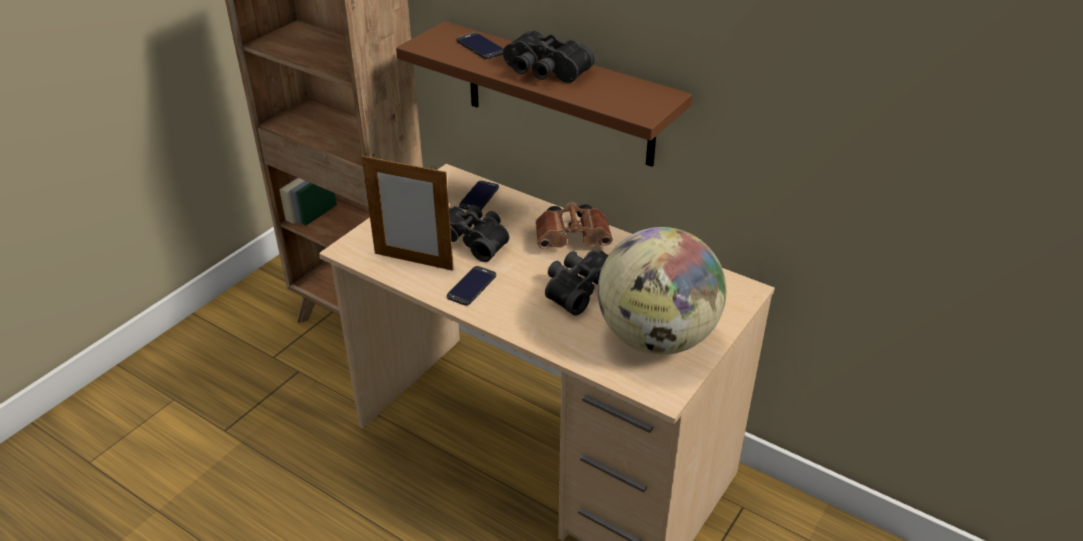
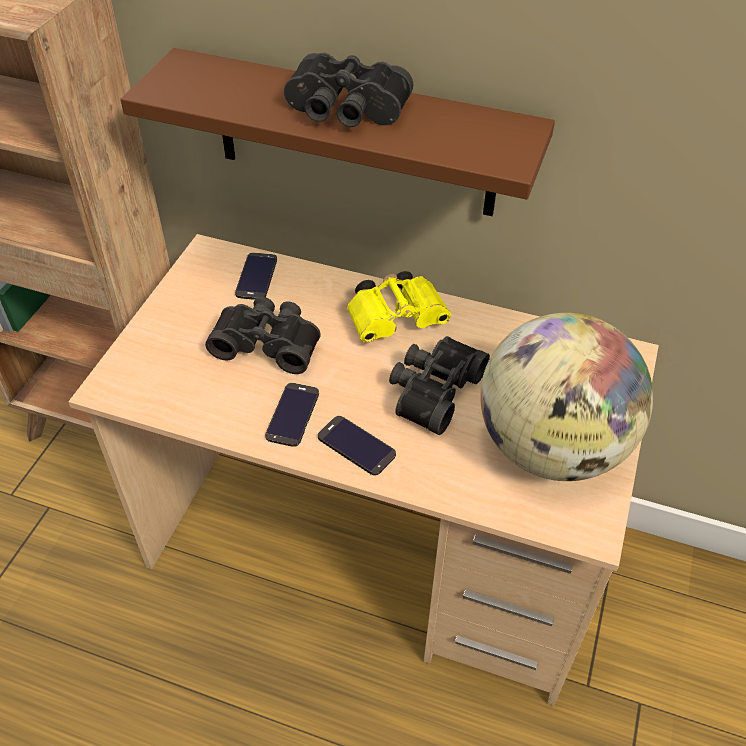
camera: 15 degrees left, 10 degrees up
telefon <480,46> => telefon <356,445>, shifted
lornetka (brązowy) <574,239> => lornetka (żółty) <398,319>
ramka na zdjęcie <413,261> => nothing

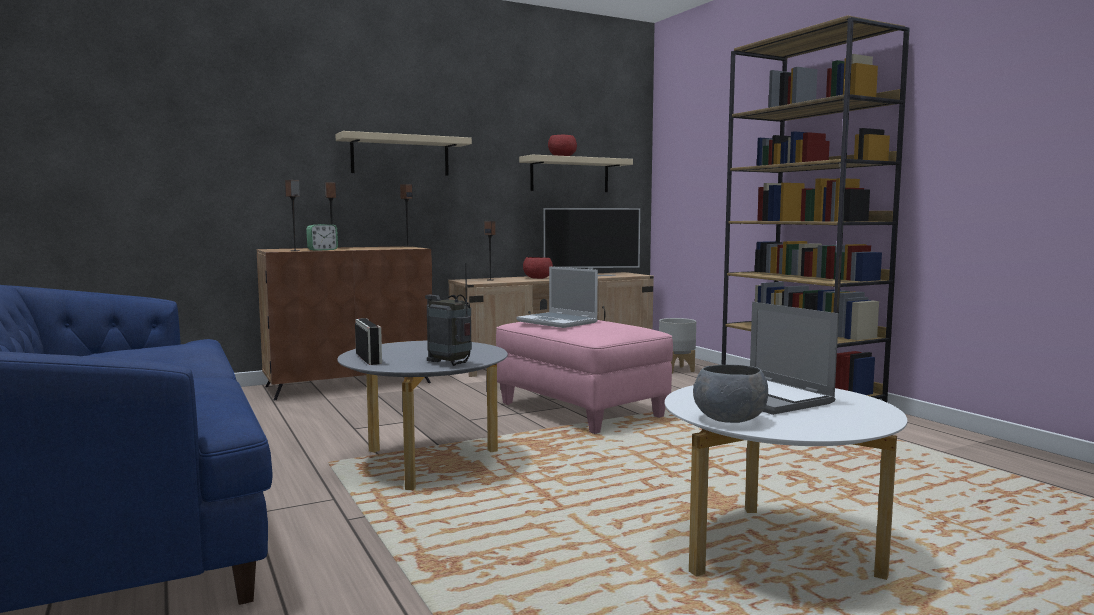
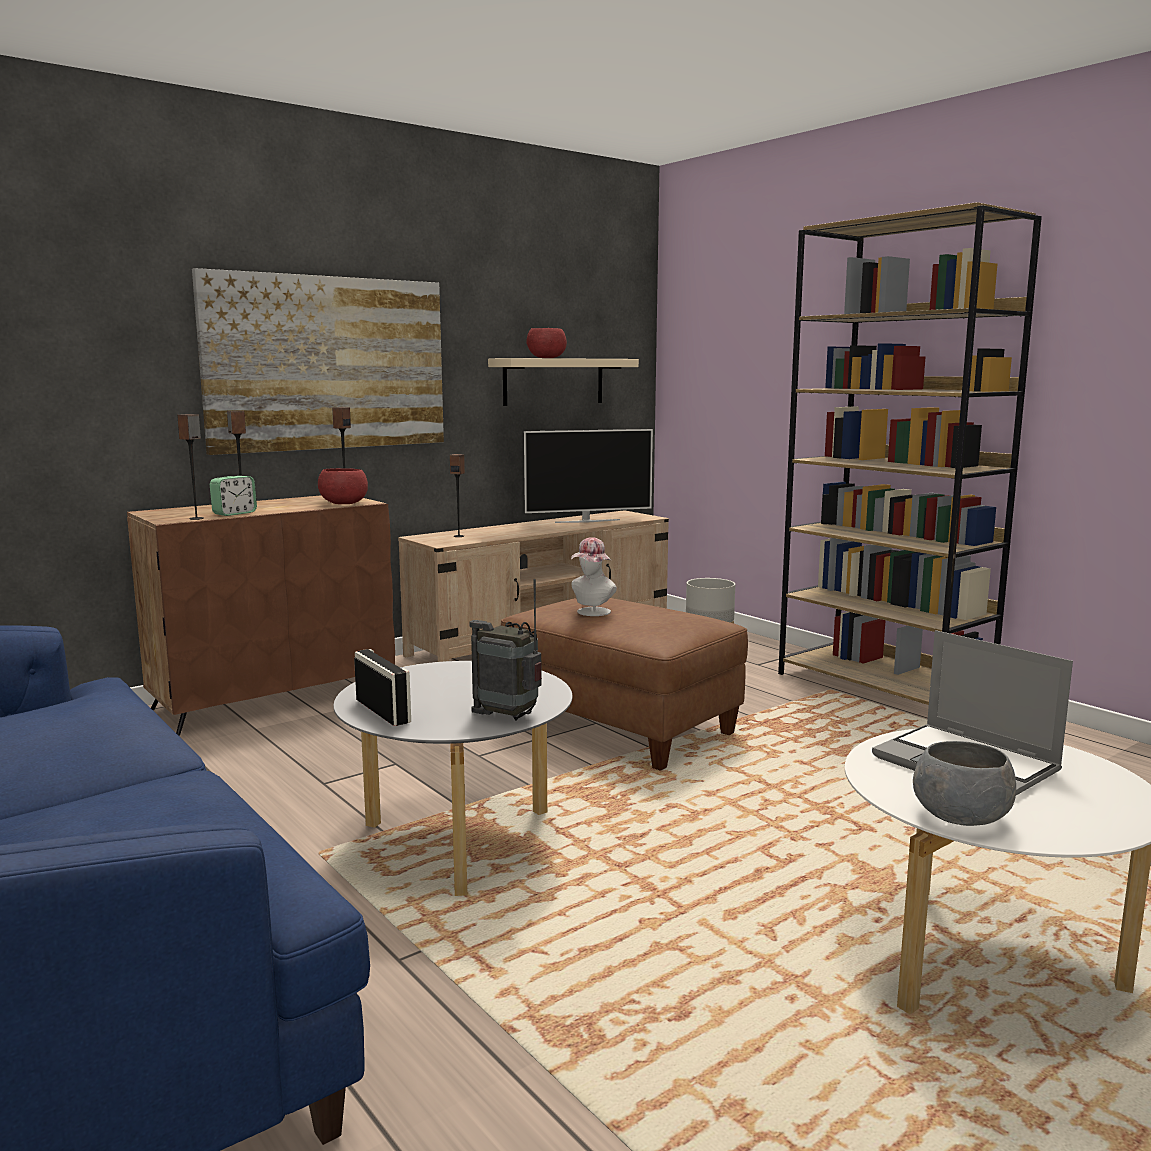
camera: 10 degrees left, 5 degrees up
półka (beżowy) <400,155> => obraz <327,363>
miska (czerwony) <538,278> => miska (czerwony) <345,503>, shifted
pufa (różowy) <582,411> => pufa (brązowy) <622,728>
laptop <558,322> => kapelusz <591,613>

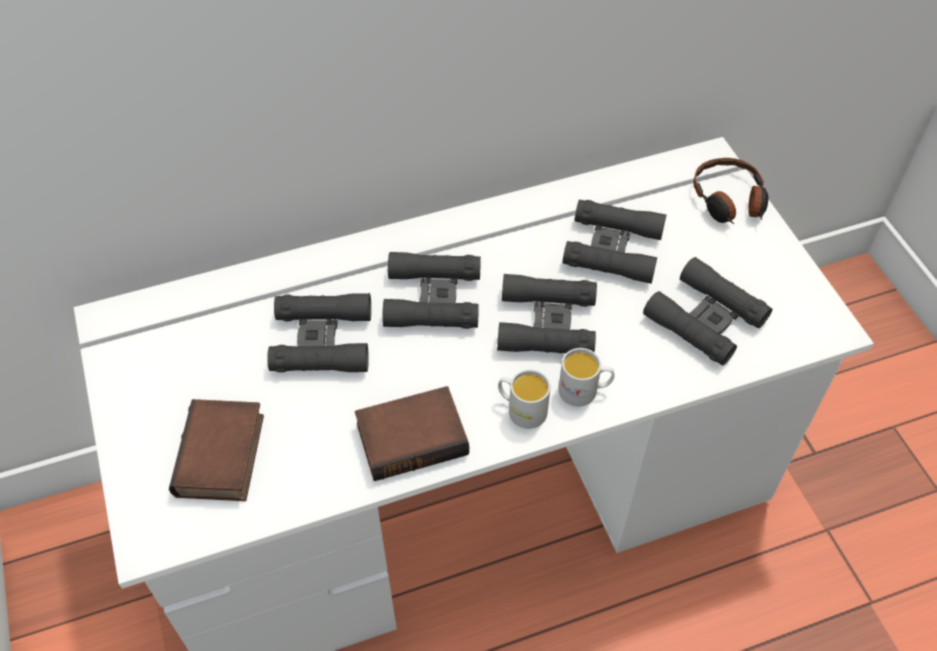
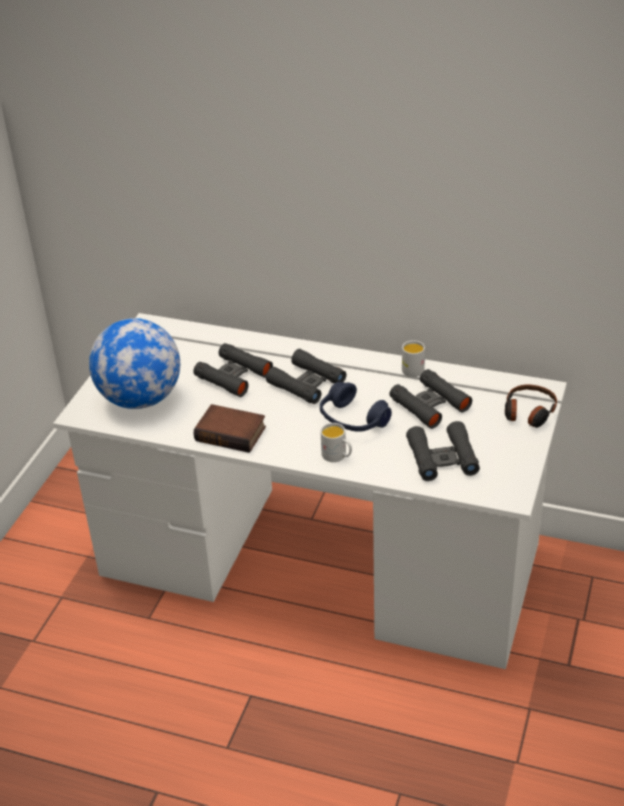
camera: 40 degrees right, 15 degrees down
książka <223,457> => globus <141,399>
lornetka (czarny) <546,323> => słuchawki (niebieski) <352,420>
kubek (biały) <521,409> => kubek (biały) <411,368>, shifted

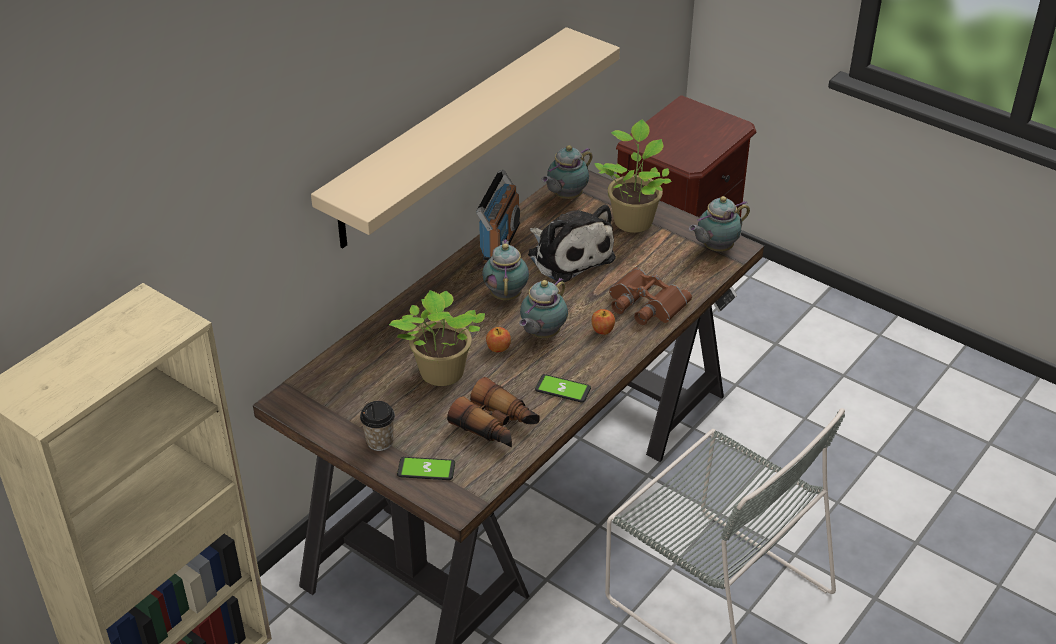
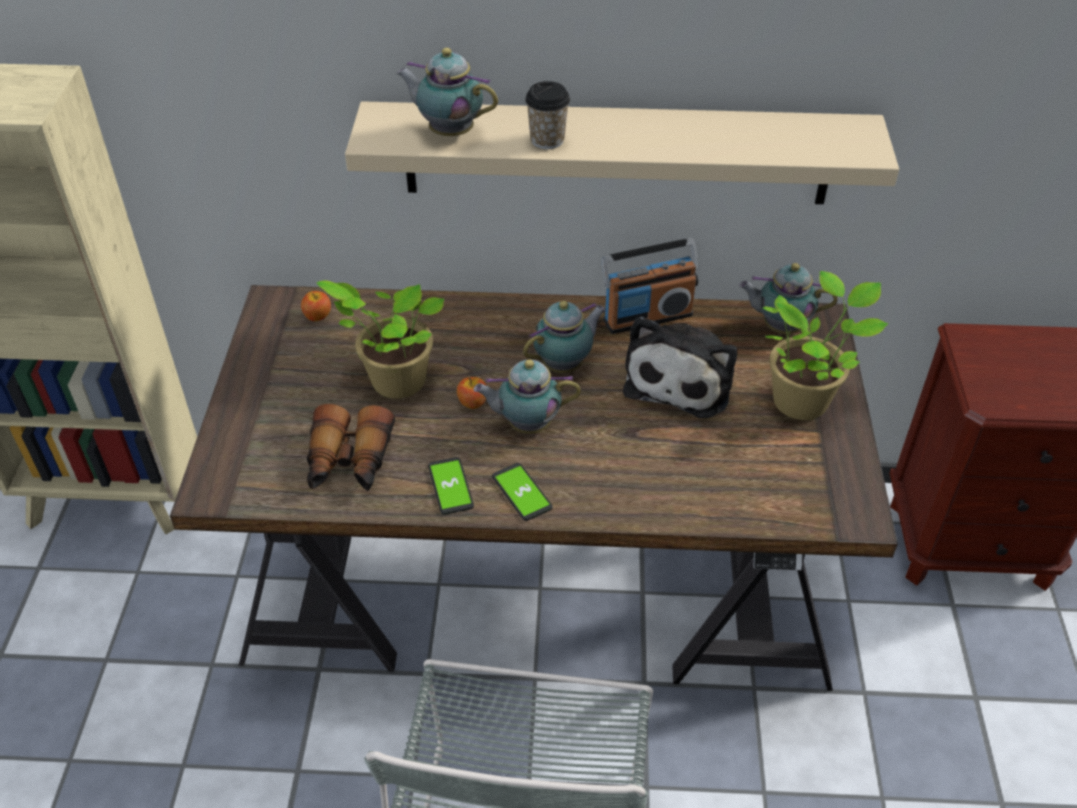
camera: 55 degrees right, 5 degrees up
jabłko <602,330> => jabłko <318,316>, shifted
imbryk <715,248> => imbryk <448,132>, shifted
telefon <426,469> => telefon <521,492>, shifted
filiżanka <379,442> => filiżanka <547,140>, shifted
lornetka (brązowy) <644,304> => nothing

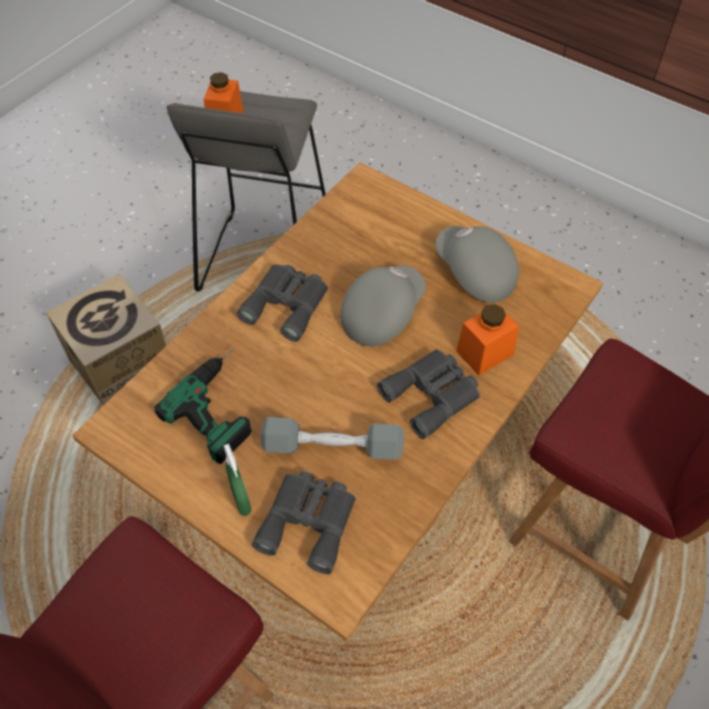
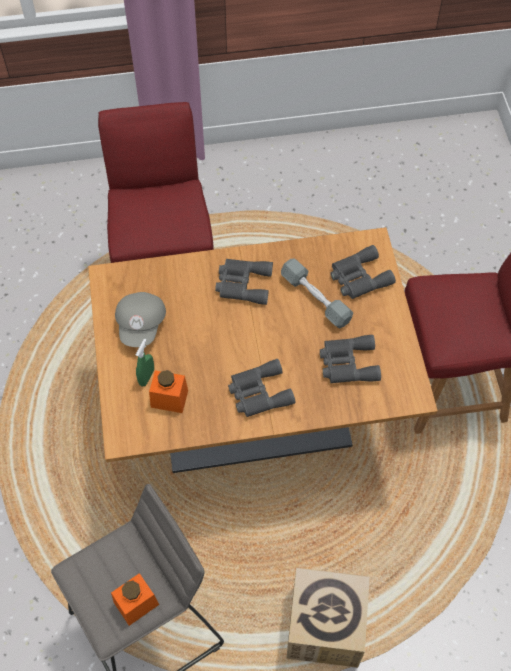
camera: 135 degrees left, 5 degrees up
spryskiwacz (zielony) <241,500> => spryskiwacz (zielony) <146,377>, shifted
słoik (pomarańczowy) <485,352> => słoik (pomarańczowy) <169,399>, shifted
wiertarka <223,404> => lornetka (szary) <347,363>
czapka z daszkiem (szary) <381,313> => nothing

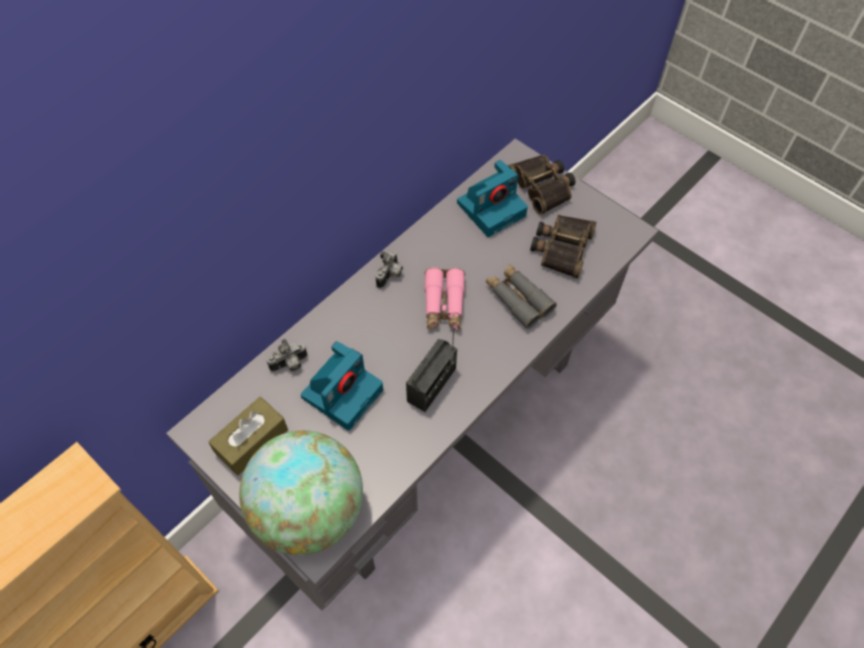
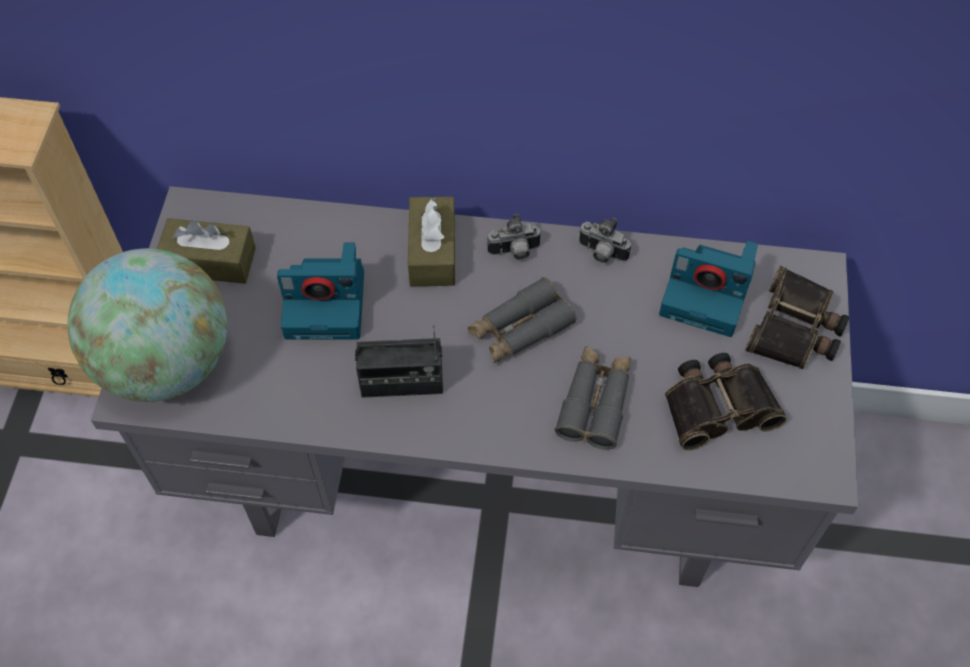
camera: 55 degrees right, 0 degrees up
nothing => pudełko chusteczek (brązowy) <432,252>
lornetka (różowy) <444,305> => lornetka (szary) <520,329>
aparat fotograficzny <290,365> => aparat fotograficzny <601,254>, shifted

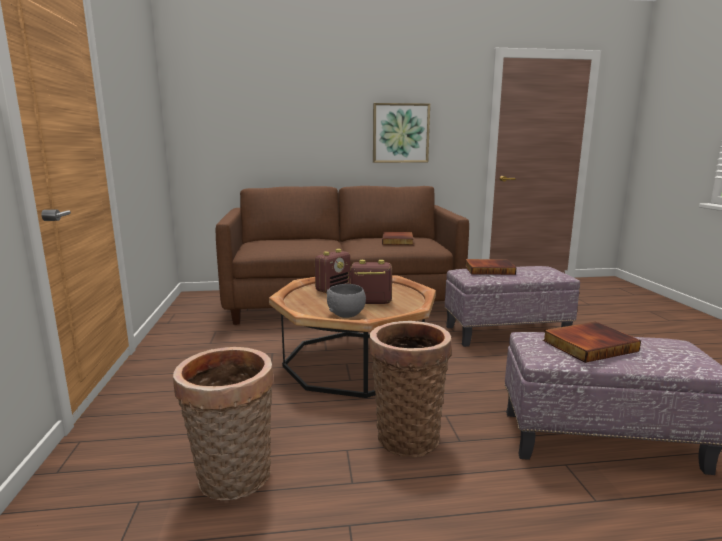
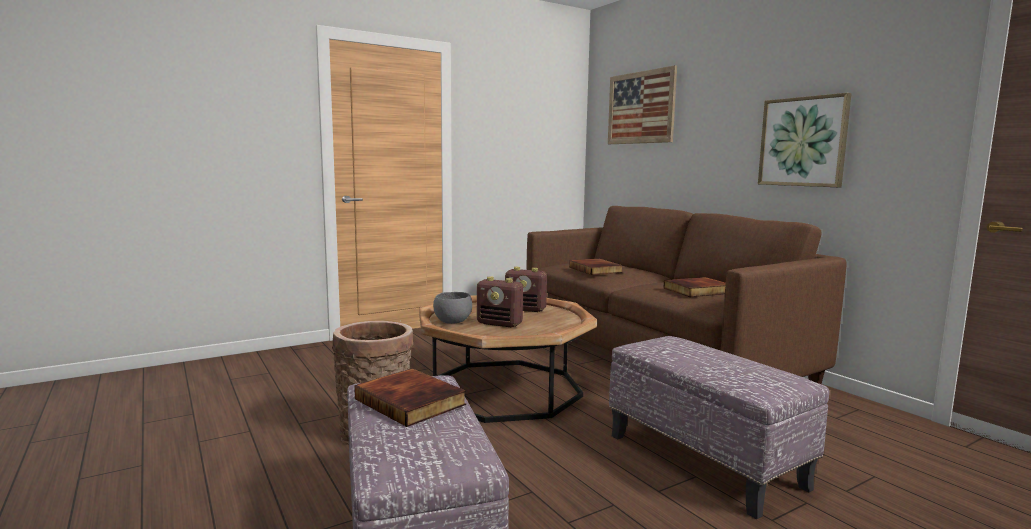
camera: 65 degrees right, 5 degrees down
radio <370,302> => radio <500,324>, 135 degrees clockwise
książka <489,269> => książka <596,270>, shifted
nothing => obraz <641,107>
koszyk <233,480> => nothing

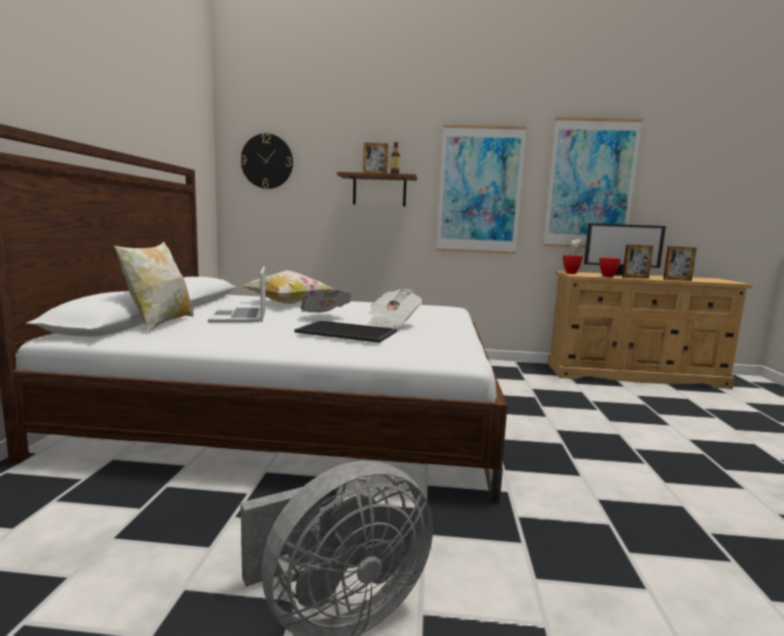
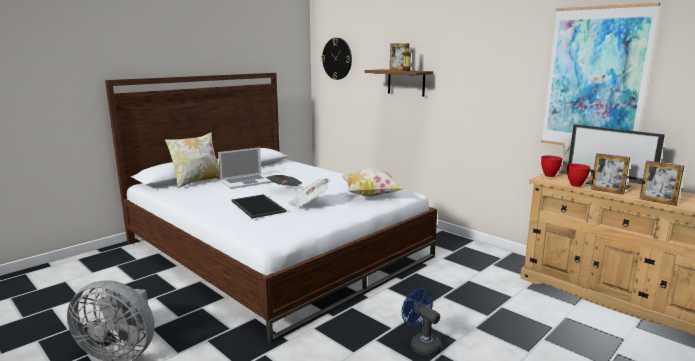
camera: 40 degrees right, 5 degrees up
laptop <239,315> => laptop <246,181>, 150 degrees counterclockwise
poduszka <288,304> => poduszka <370,195>, shifted
nothing => wentylator (niebieski) <421,344>
obraz <479,190> => nothing

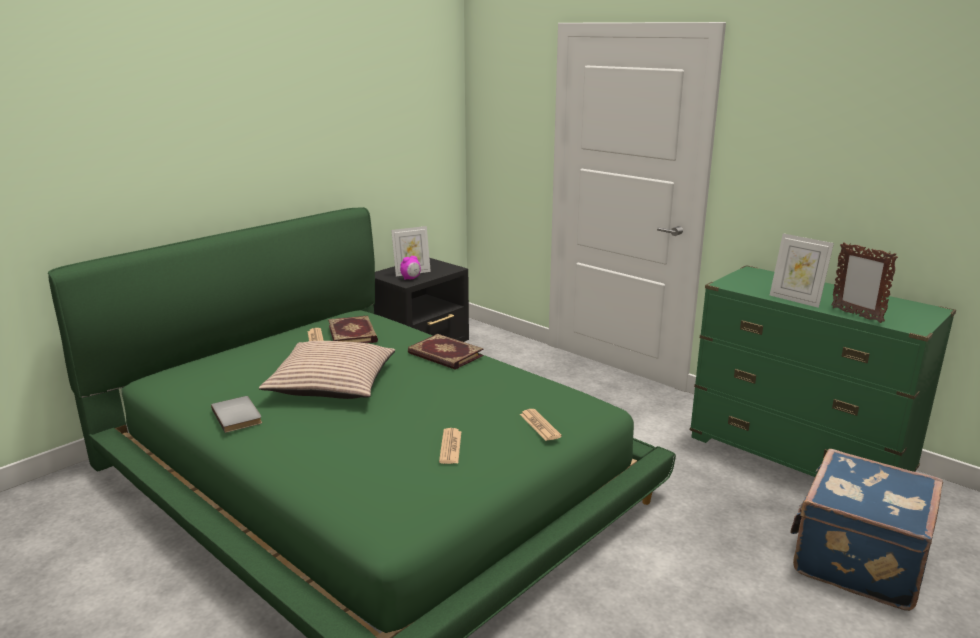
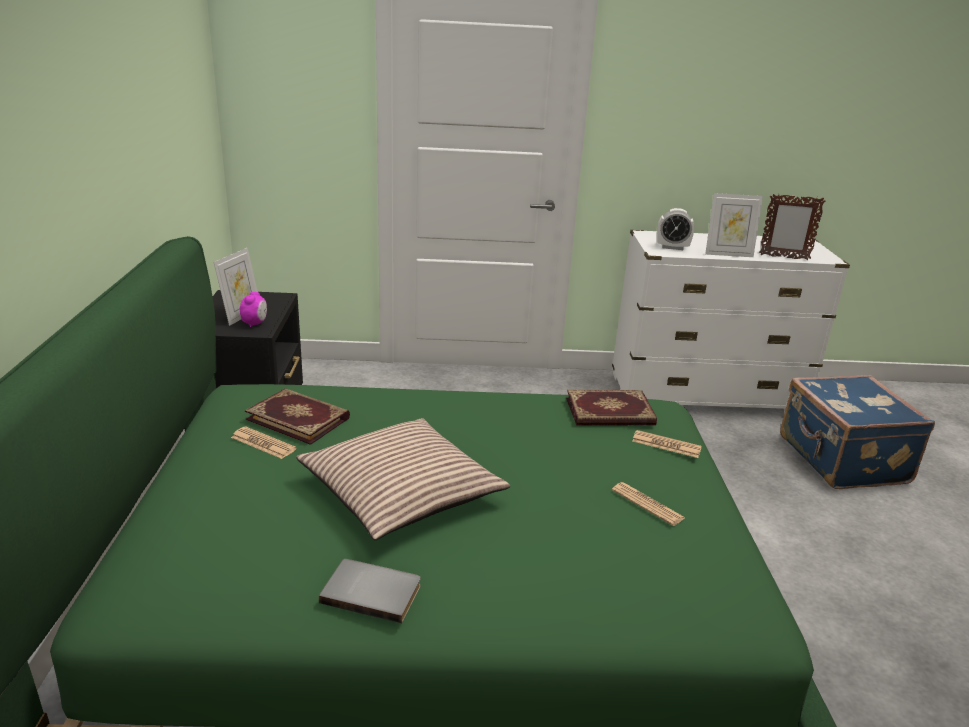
camera: 45 degrees left, 5 degrees up
książka <444,355> => książka <610,413>, shifted
komoda (zielony) <798,456> => komoda (biały) <705,395>
nothing => budzik <672,247>

